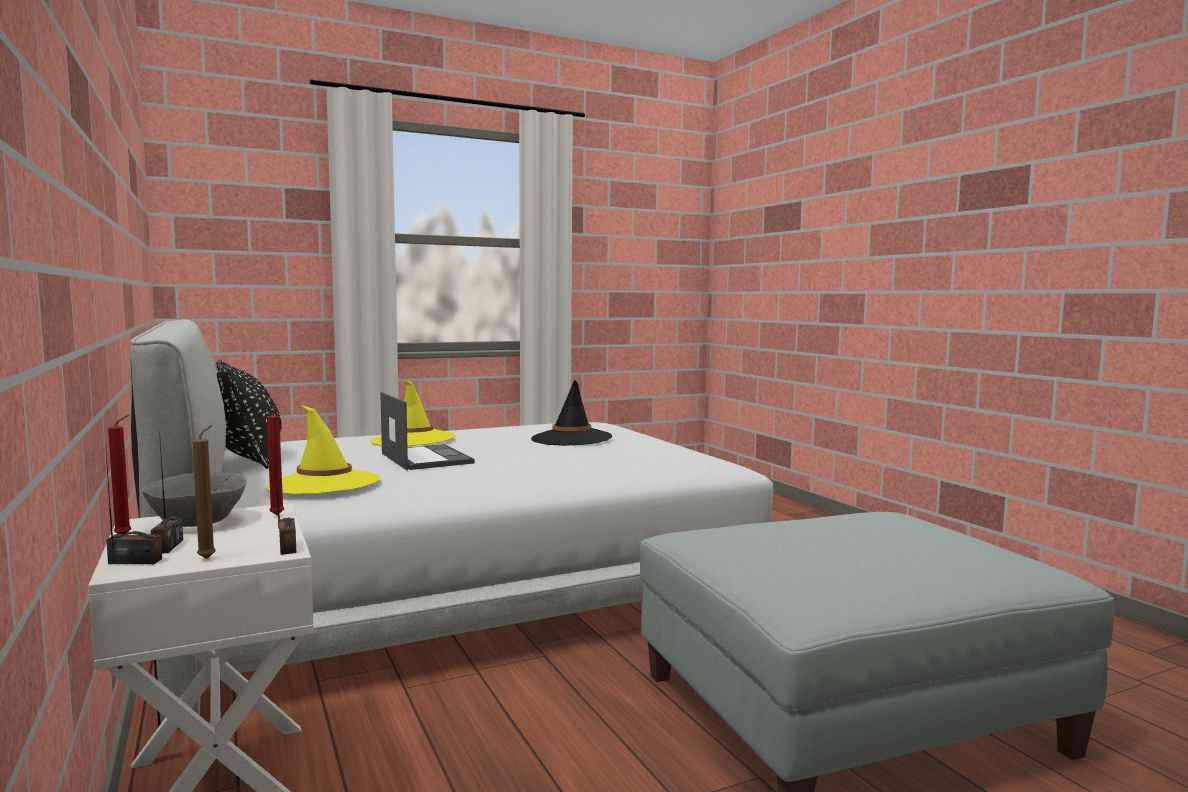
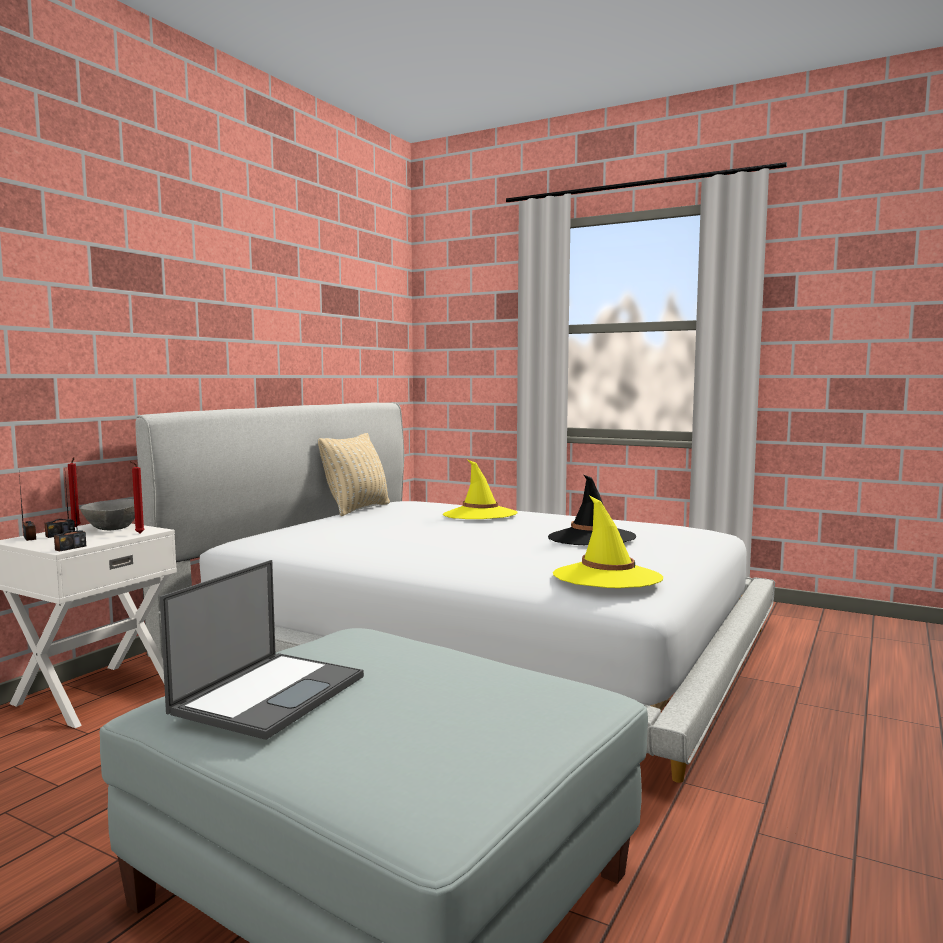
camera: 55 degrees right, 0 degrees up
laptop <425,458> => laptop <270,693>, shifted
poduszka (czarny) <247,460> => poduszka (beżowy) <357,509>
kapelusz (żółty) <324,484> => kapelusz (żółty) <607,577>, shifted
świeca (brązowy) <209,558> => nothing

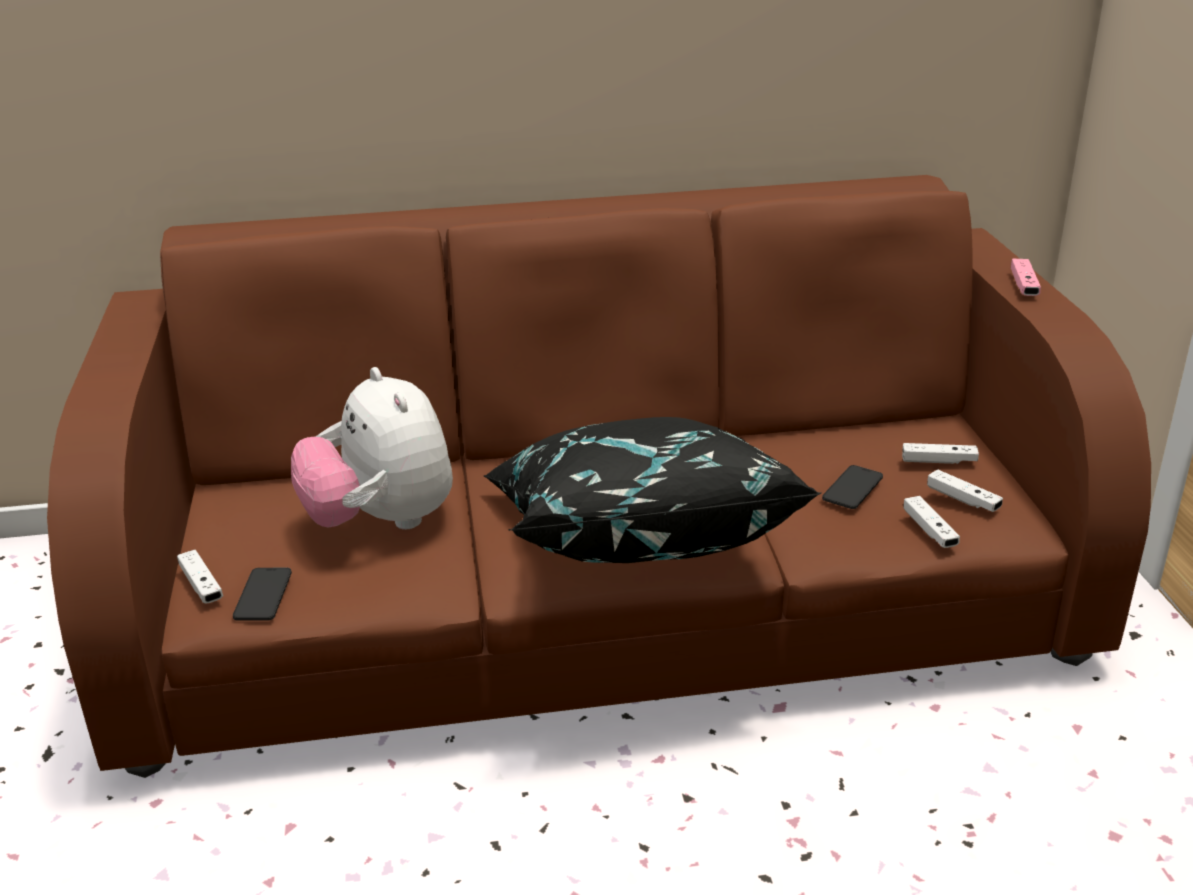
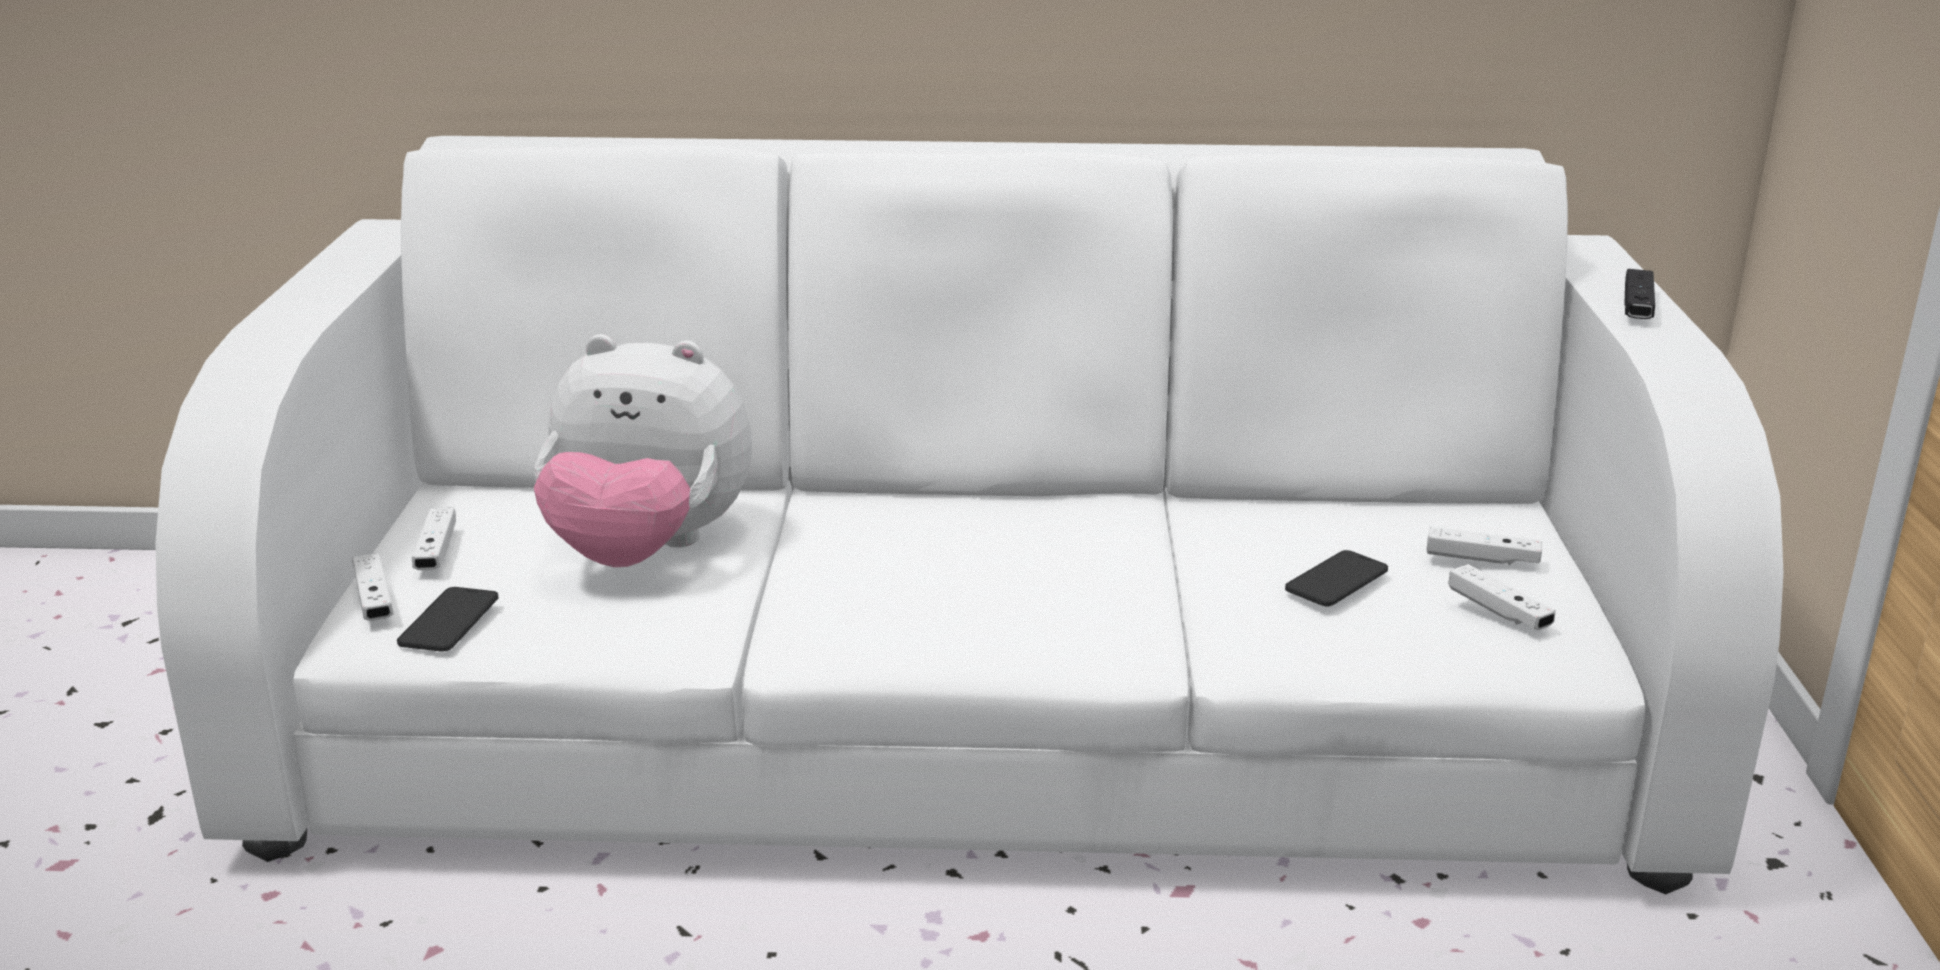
camera: 10 degrees right, 5 degrees down
kanapa (brązowy) <602,594> => kanapa (biały) <973,711>
pad do gier (biały) <929,530> => pad do gier (biały) <436,551>, shifted
pluszak <381,522> => pluszak <647,552>, 60 degrees counterclockwise
pad do gier (różowy) <1023,286> => pad do gier (czarny) <1637,308>
poduszka (czarny) <636,536> => nothing

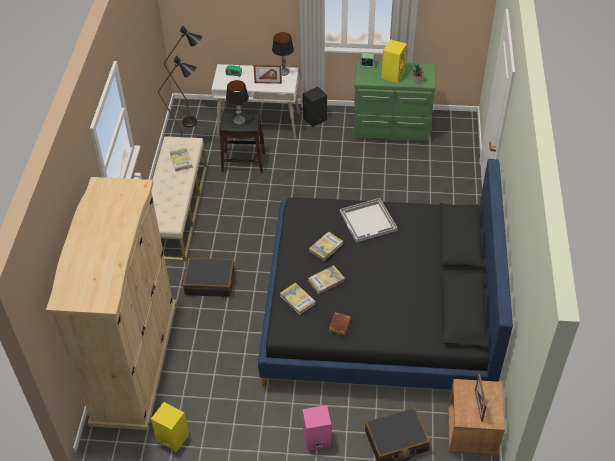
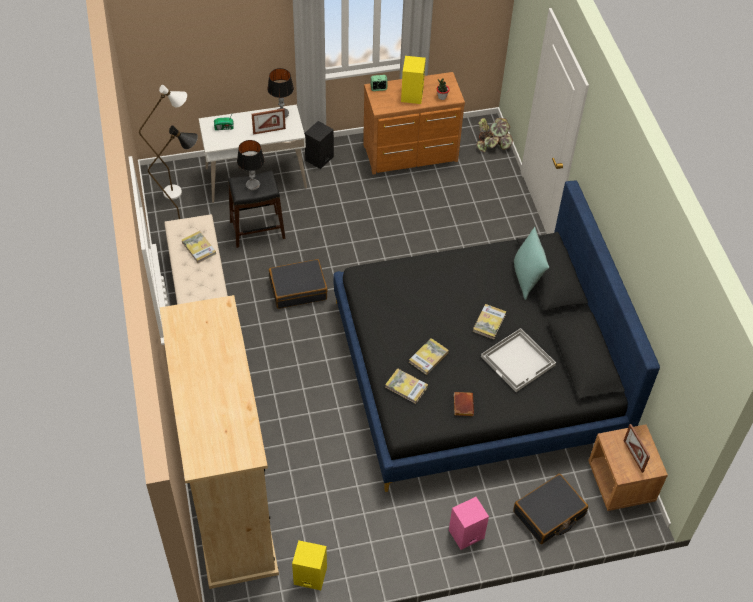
camera: 20 degrees left, 5 degrees up
lampa stojąca (czarny) <195,122> => lampa stojąca (biały) <179,191>
walizka (czarny) <210,282> => walizka (czarny) <298,289>, shifted
komoda (zielony) <392,130> => komoda (brązowy) <411,154>
książka <326,247> => książka <489,322>, shifted
nothing => roślina doniczkowa <492,144>
taca (biały) <368,221> => taca (biały) <518,361>, shifted
nothing => poduszka (turkusowy) <527,278>

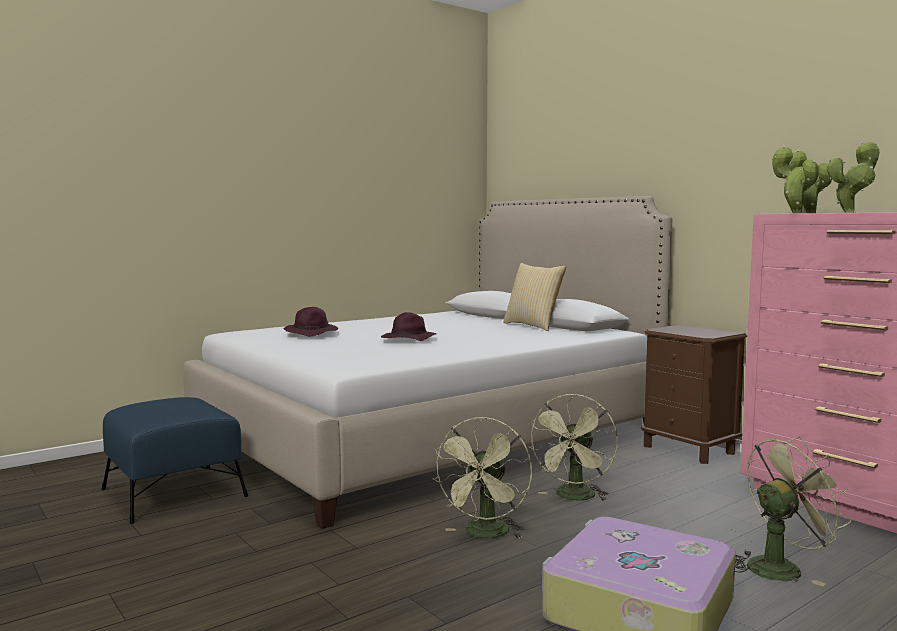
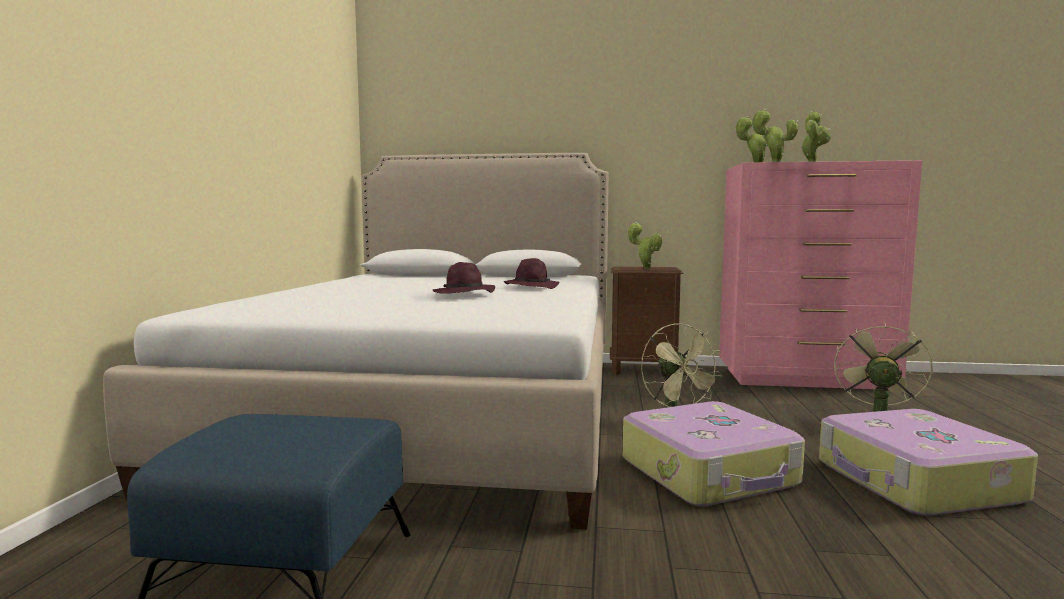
camera: 45 degrees left, 0 degrees up
kapelusz (fioletowy) <312,332> => kapelusz (fioletowy) <531,287>, shifted
wentylator (zielony) <485,534> => walizka <710,472>
nothing => roślina doniczkowa <644,269>
poduszka <533,326> => nothing

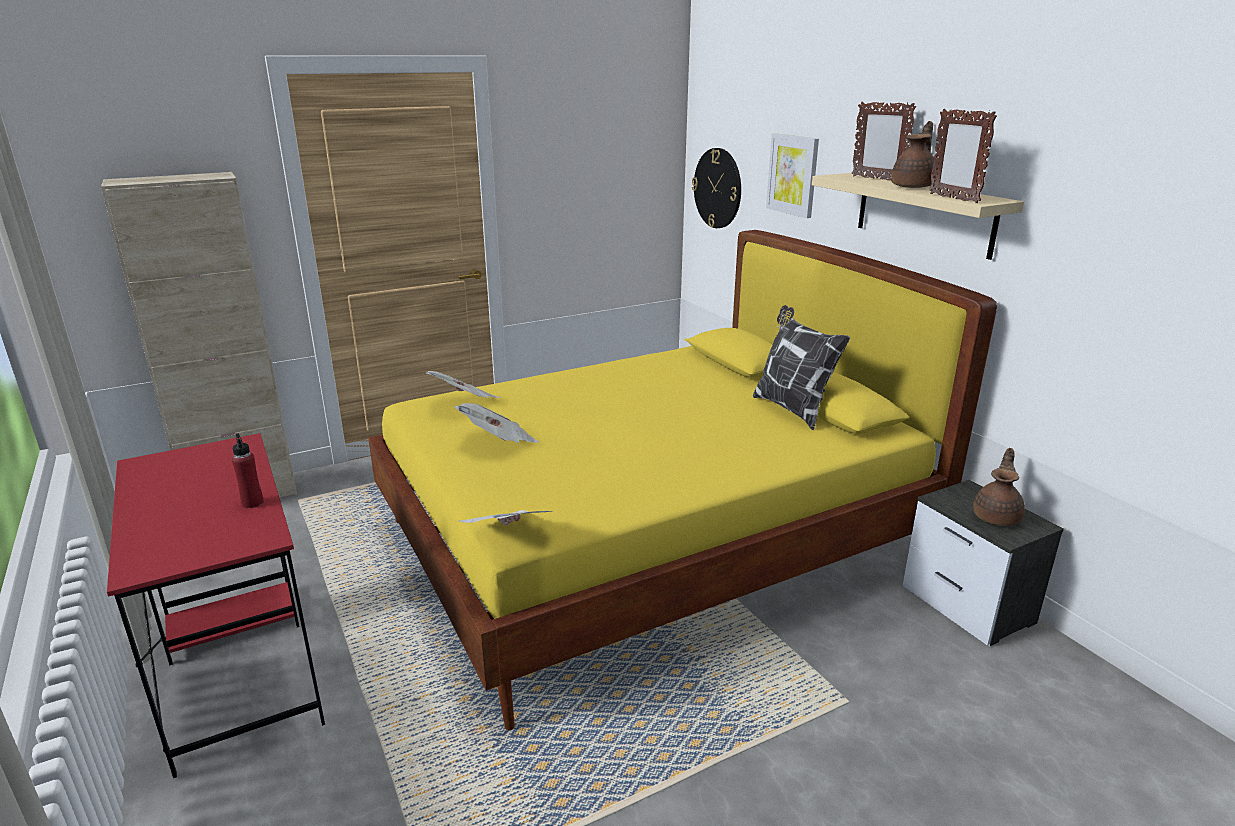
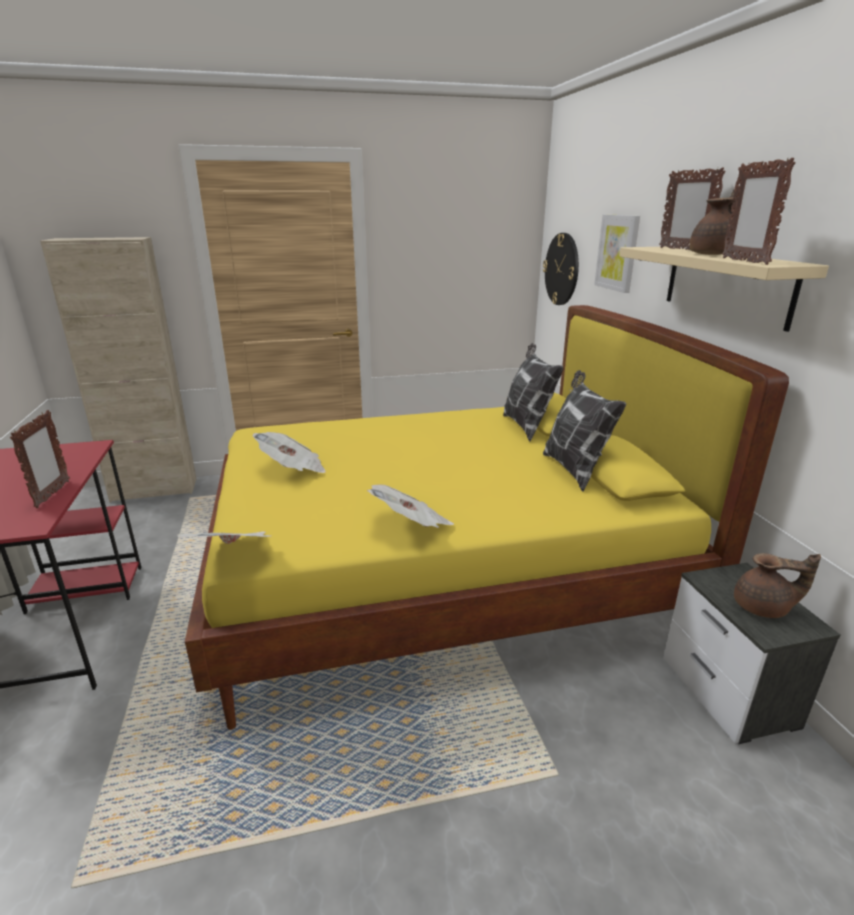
camera: 15 degrees right, 0 degrees up
butelka (czerwony) <252,503> => ramka na zdjęcie <52,494>
gazeta <465,402> => gazeta <411,526>, shifted
nothing => poduszka <527,426>
imbryk (brązowy) <997,516> => imbryk (brązowy) <763,608>, 60 degrees clockwise

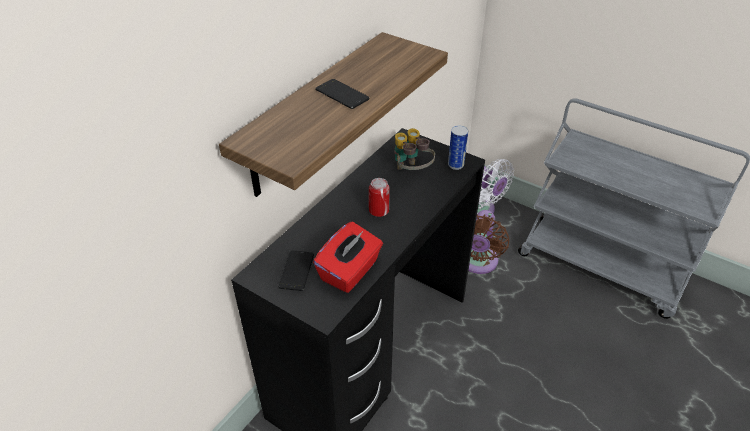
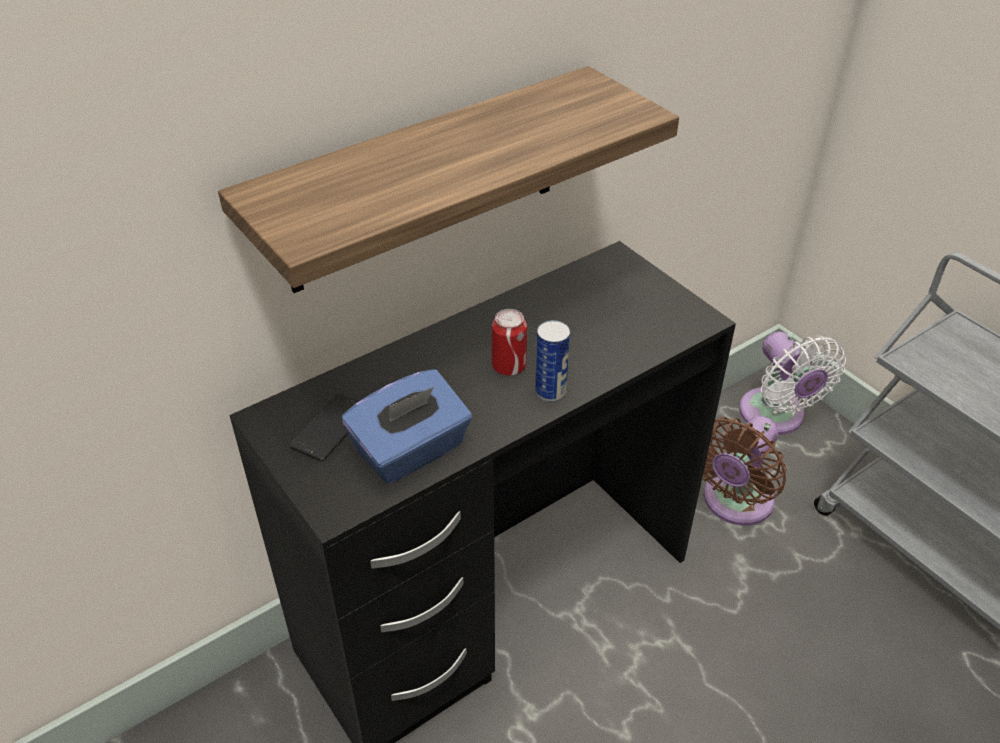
camera: 20 degrees right, 0 degrees up
pudełko chusteczek (czerwony) <350,271> => pudełko chusteczek (niebieski) <411,451>
puszka <455,165> => puszka <550,392>, shifted
telefon <342,94> => nothing
lornetka <411,172> => nothing

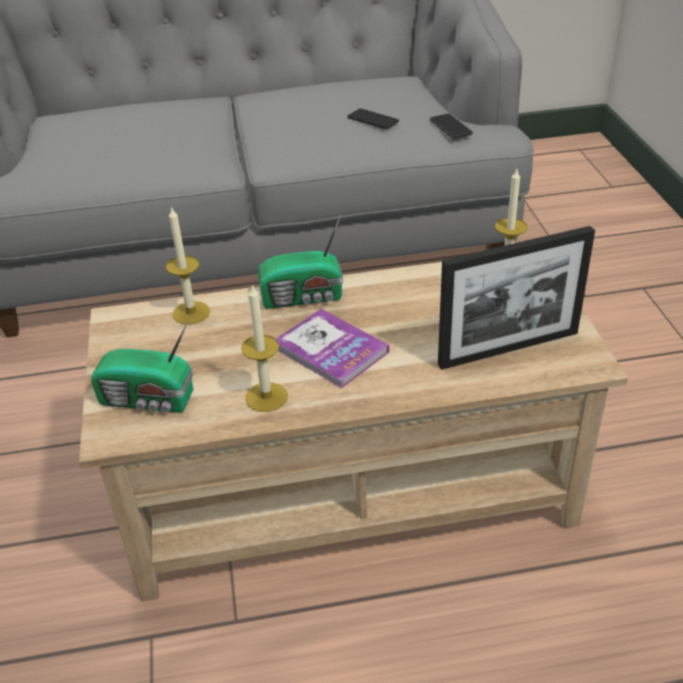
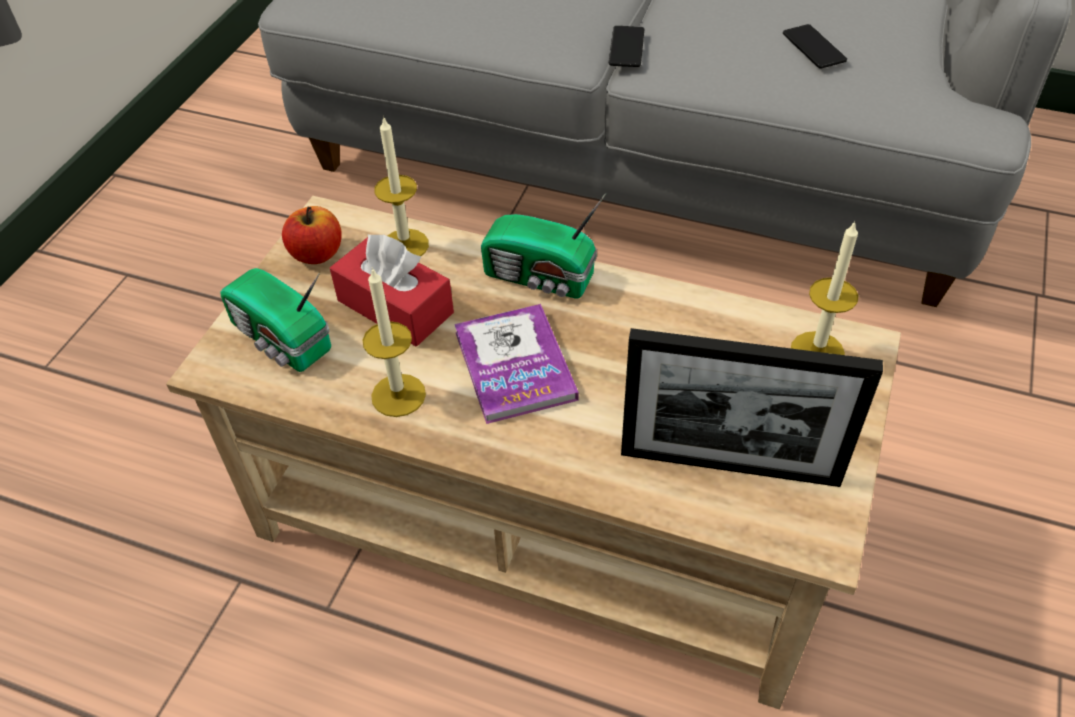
camera: 30 degrees right, 10 degrees up
nothing => jabłko <317,254>
nothing => pudełko chusteczek (czerwony) <395,306>
telefon <450,127> => telefon <626,47>, shifted

